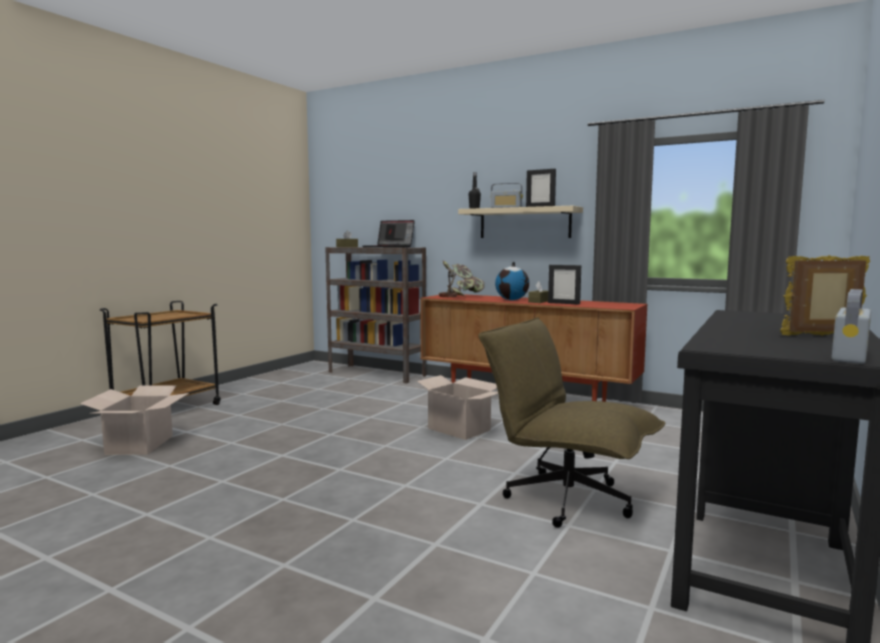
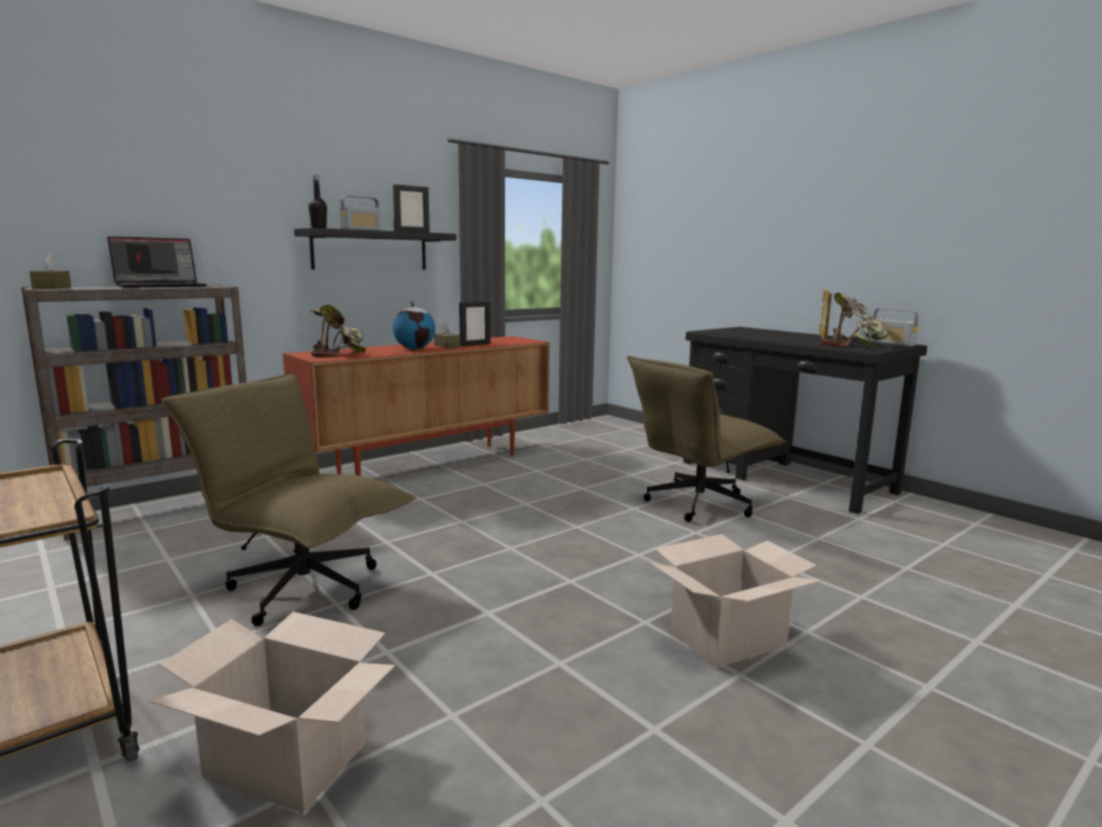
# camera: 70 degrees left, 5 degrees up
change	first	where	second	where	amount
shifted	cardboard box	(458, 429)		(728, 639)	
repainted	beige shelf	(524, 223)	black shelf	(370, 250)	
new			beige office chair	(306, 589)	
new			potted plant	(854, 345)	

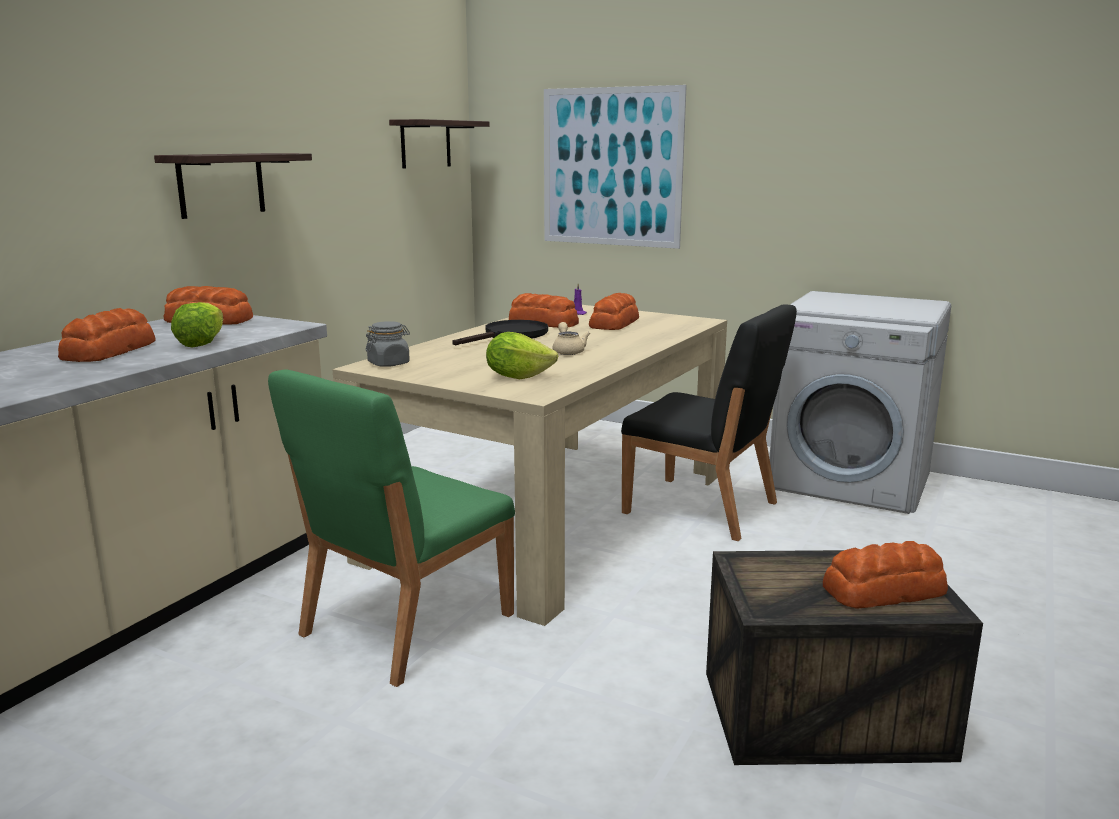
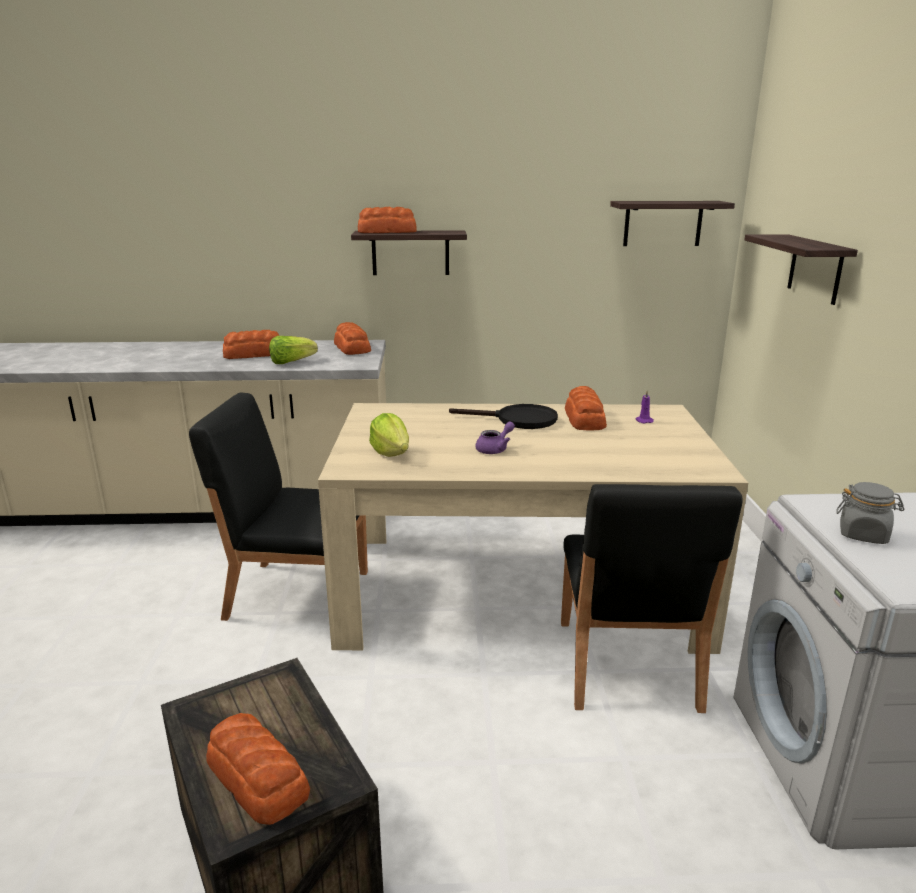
# camera: 60 degrees right, 5 degrees up
change	first	where	second	where	amount
repainted	green chair	(405, 625)	black chair	(296, 594)	
shifted	grey jar	(389, 363)		(863, 534)	
swapped	picture	(611, 167)	shelf	(815, 269)	
repainted	beige teapot	(568, 351)	purple teapot	(495, 449)	
shifted	bread	(615, 323)		(387, 232)	

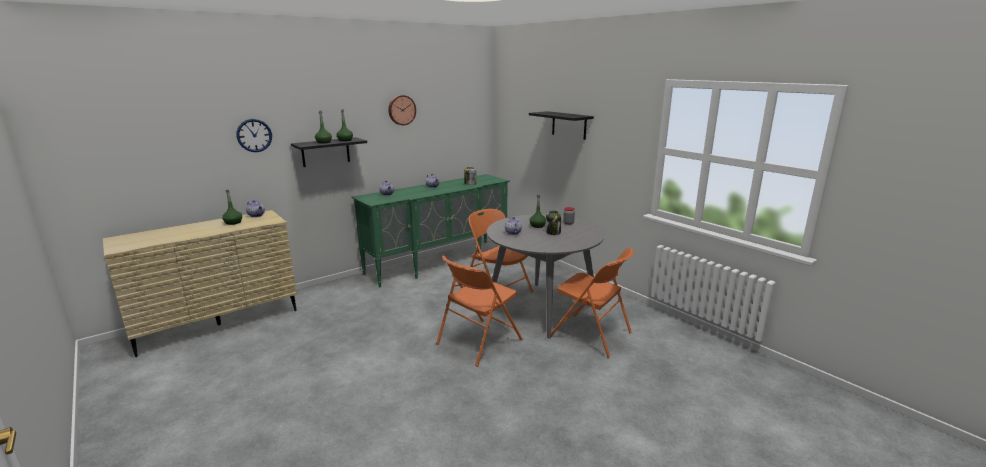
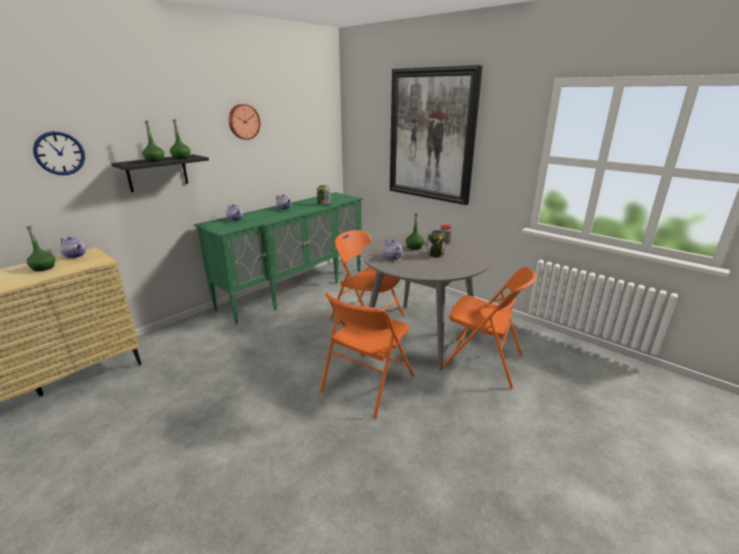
# camera: 10 degrees left, 5 degrees up
change	first	where	second	where	amount
swapped	black shelf	(569, 125)	picture	(431, 136)	

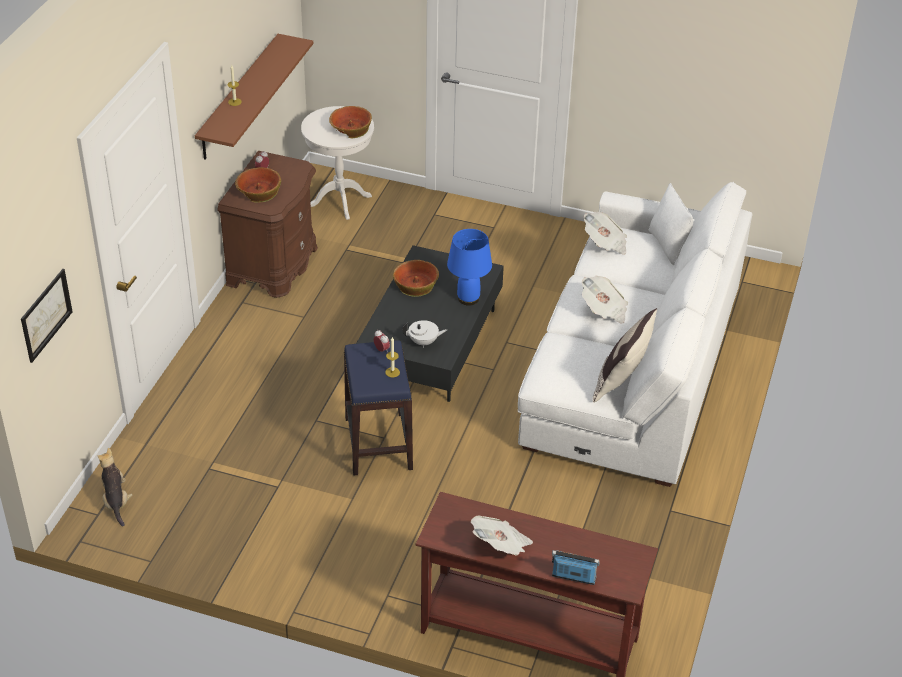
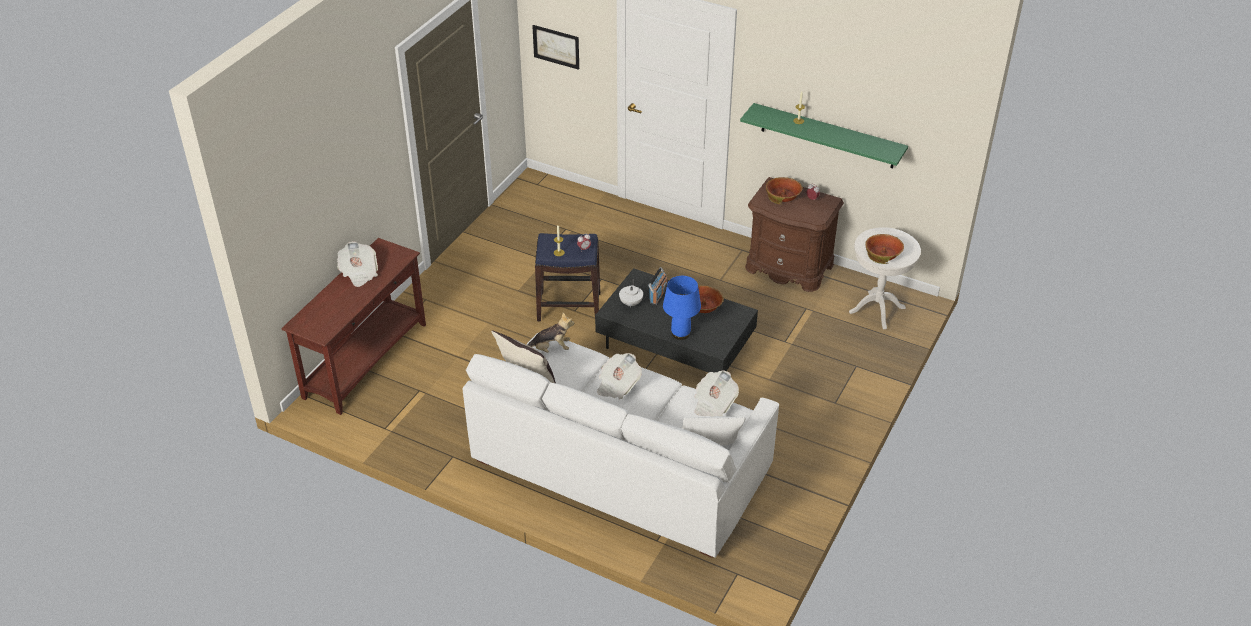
# camera: 100 degrees right, 0 degrees up
change	first	where	second	where	amount
shifted	plush toy	(116, 501)		(550, 349)	
repainted	brown shelf	(239, 97)	green shelf	(827, 136)	
shifted	radio	(573, 577)		(658, 296)	

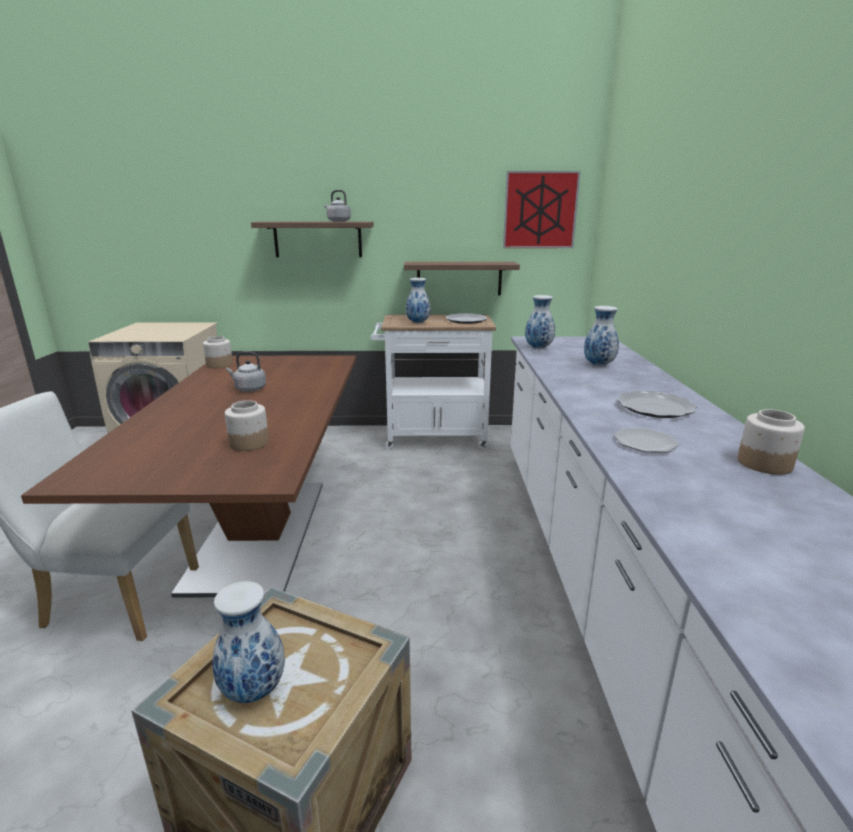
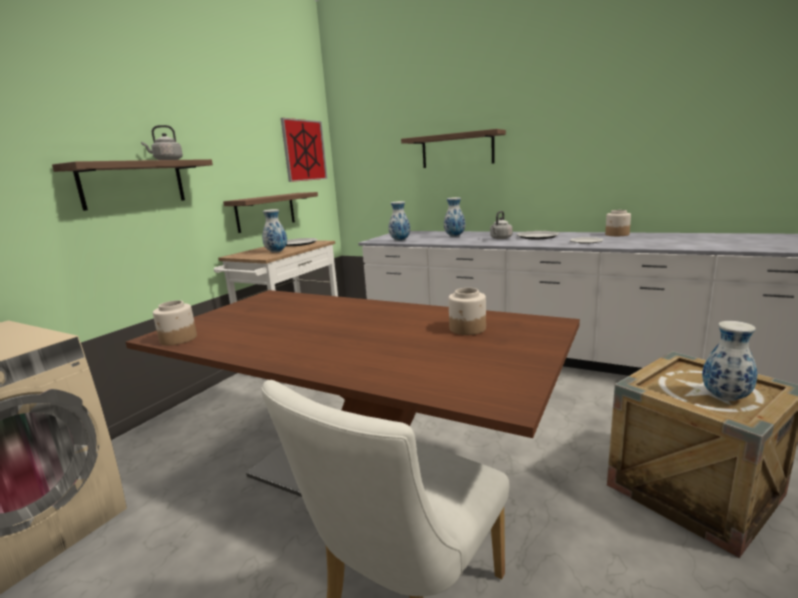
# camera: 60 degrees left, 5 degrees down
change	first	where	second	where	amount
shifted	grey kettle	(249, 389)		(500, 238)	
new			shelf	(457, 150)	

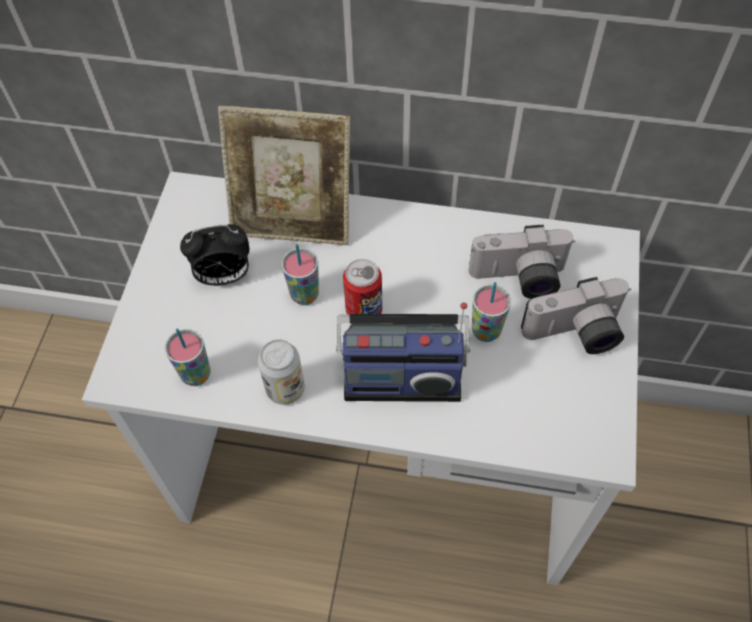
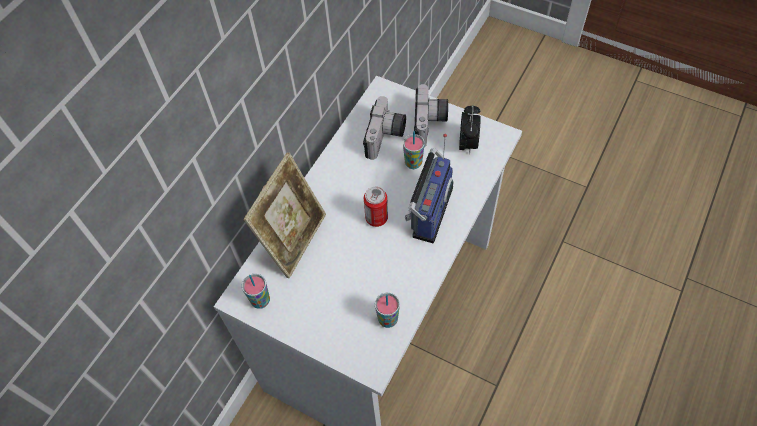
# camera: 70 degrees left, 0 degrees up
change	first	where	second	where	amount
shifted	alarm clock	(223, 276)		(468, 144)	
gone	can	(285, 389)			
shifted	cup	(304, 295)		(260, 301)	

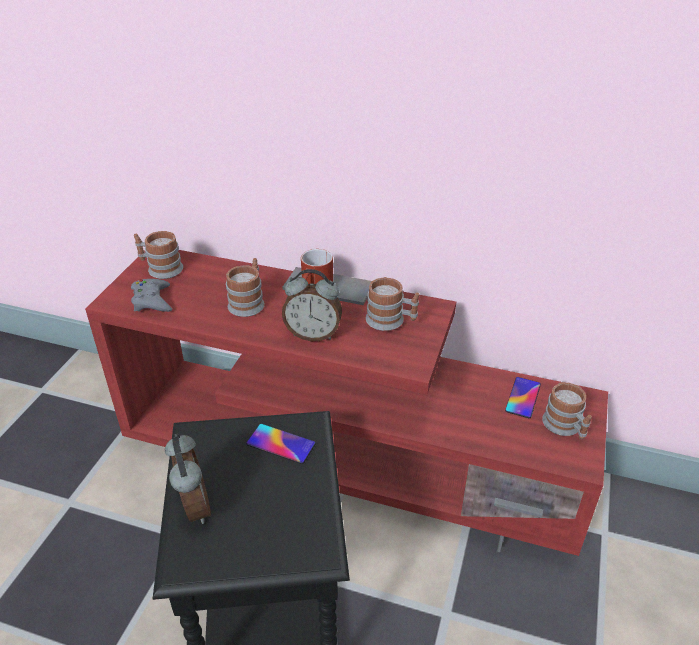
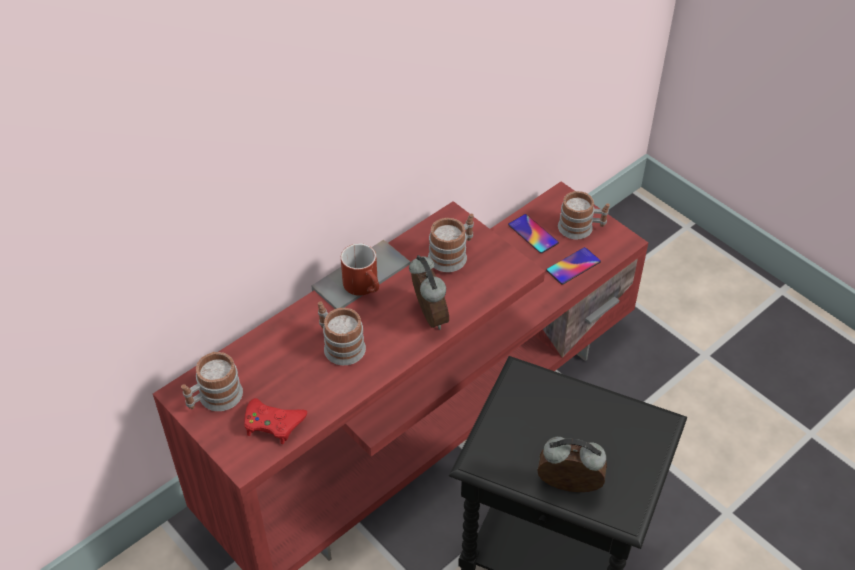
# camera: 60 degrees left, 10 degrees up
change	first	where	second	where	amount
repainted	grey game controller	(152, 300)	red game controller	(273, 423)	
shifted	phone	(281, 444)		(573, 266)	
rotated	alarm clock	(313, 334)		(428, 317)	60 degrees counterclockwise

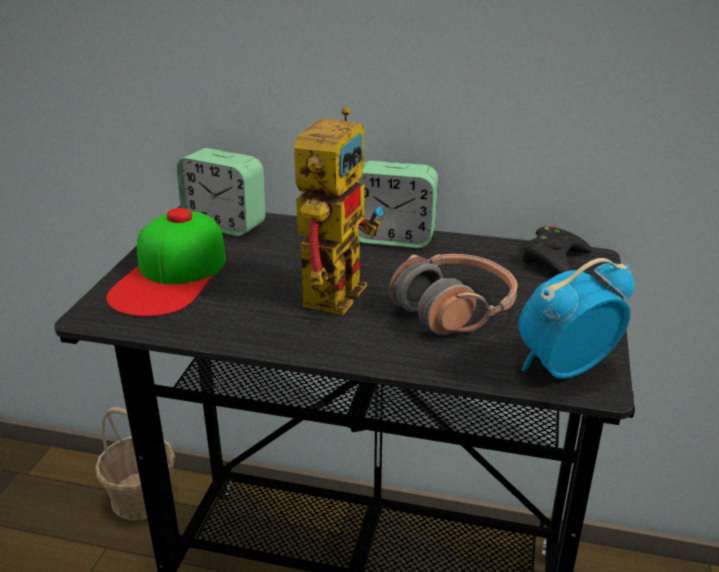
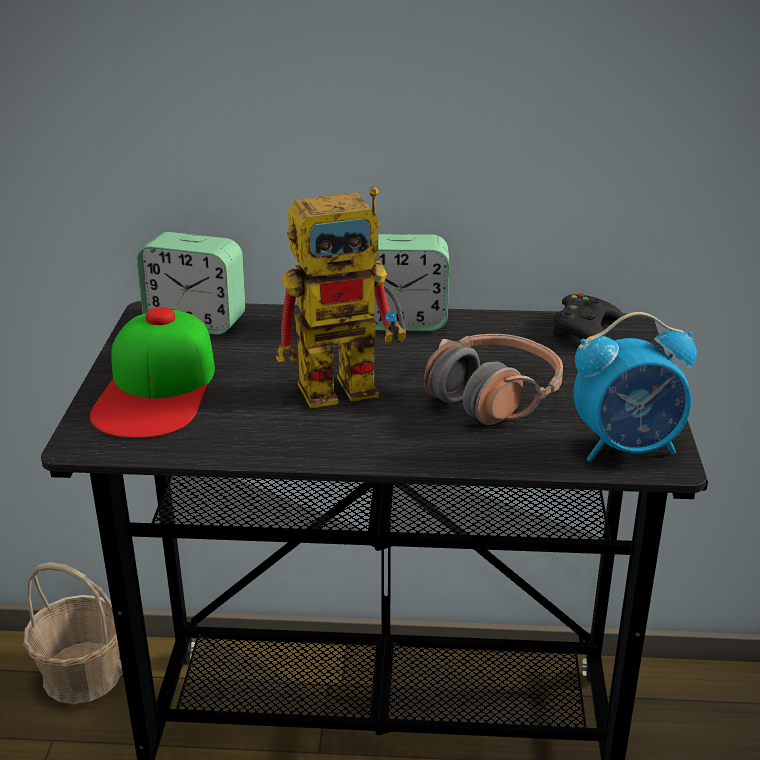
# camera: 10 degrees left, 0 degrees up
change	first	where	second	where	amount
rotated	toy robot	(334, 286)		(353, 383)	60 degrees clockwise
rotated	alarm clock	(563, 368)		(627, 447)	150 degrees counterclockwise

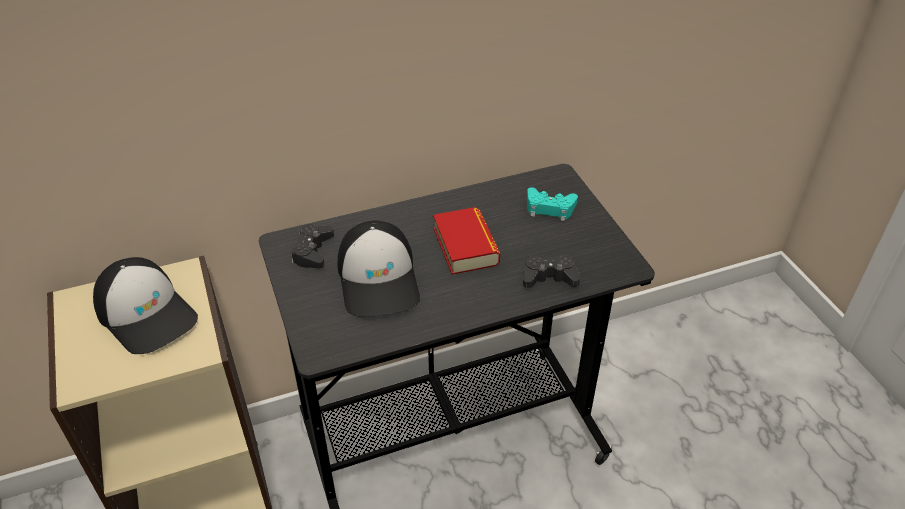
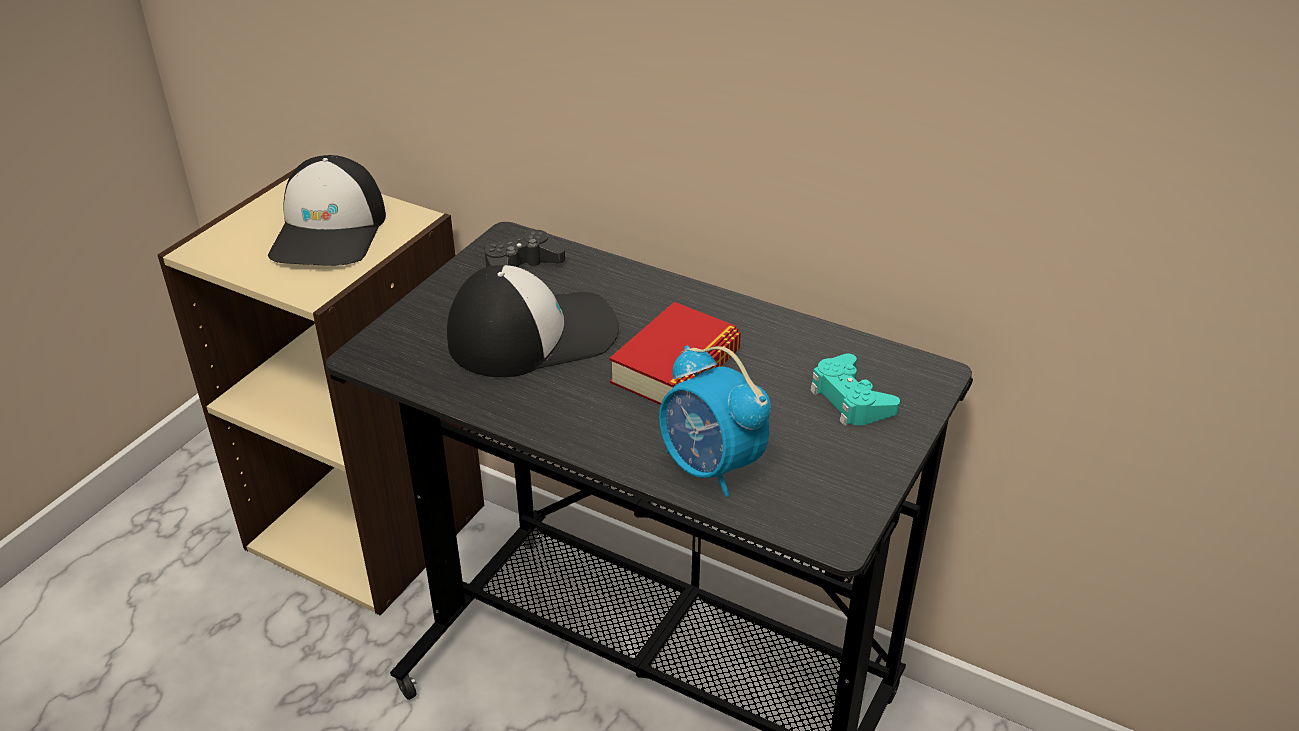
# camera: 50 degrees right, 5 degrees down
change	first	where	second	where	amount
rotated	cap	(379, 279)		(533, 334)	150 degrees counterclockwise
swapped	black game controller	(549, 277)	alarm clock	(710, 467)	

